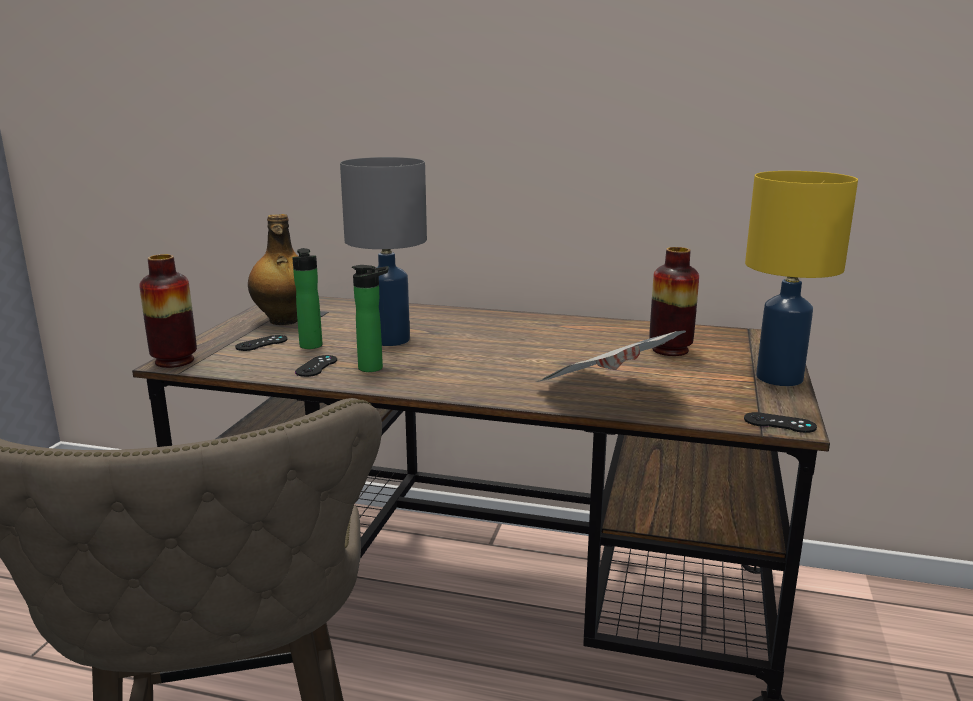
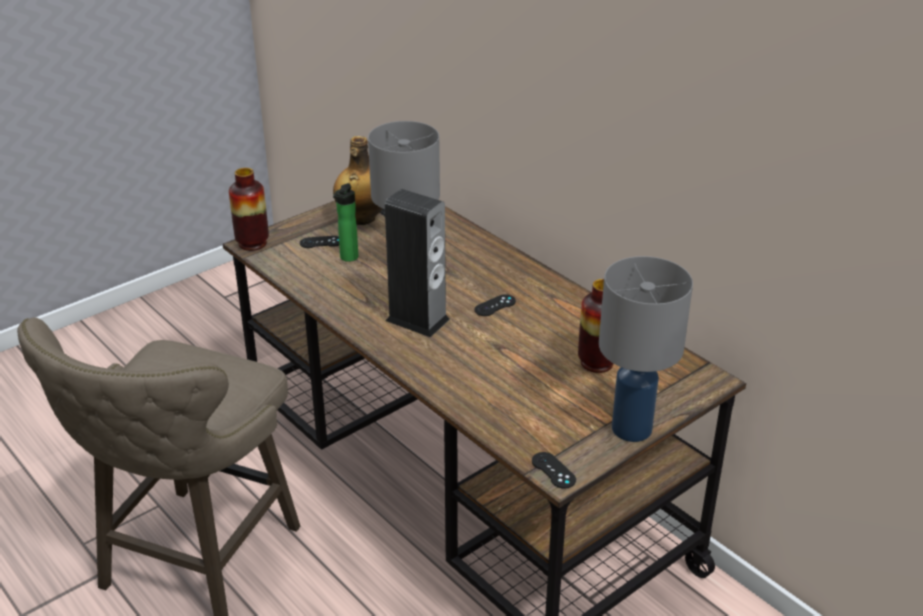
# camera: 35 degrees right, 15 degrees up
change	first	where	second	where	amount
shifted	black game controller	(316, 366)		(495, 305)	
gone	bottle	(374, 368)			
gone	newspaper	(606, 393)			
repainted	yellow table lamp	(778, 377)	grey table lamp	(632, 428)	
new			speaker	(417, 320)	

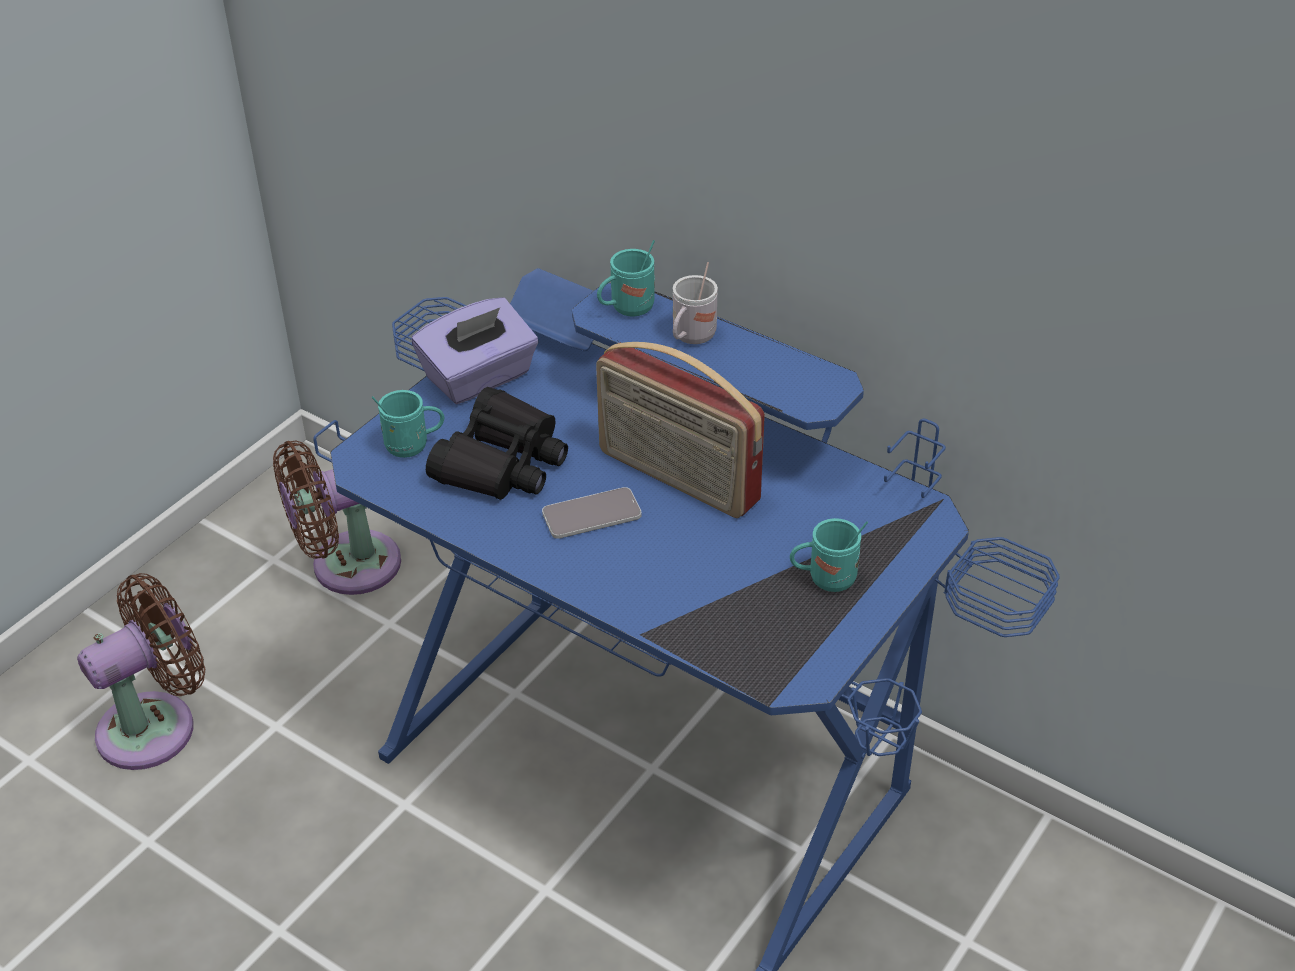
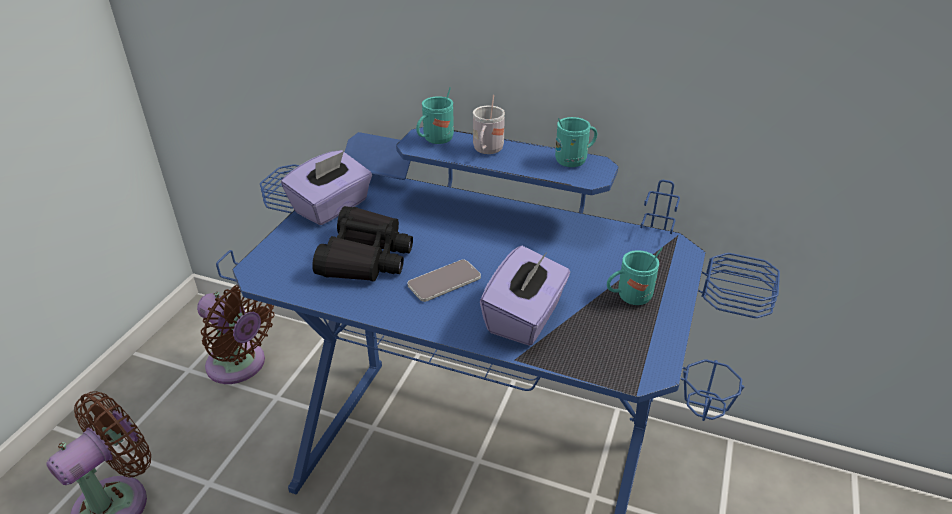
# camera: 15 degrees left, 5 degrees down
change	first	where	second	where	amount
rotated	brown fan	(347, 566)		(240, 366)	105 degrees counterclockwise
shifted	turquoise mug	(413, 446)		(574, 160)	
gone	radio	(676, 478)			
new			purple tissue box	(525, 317)	

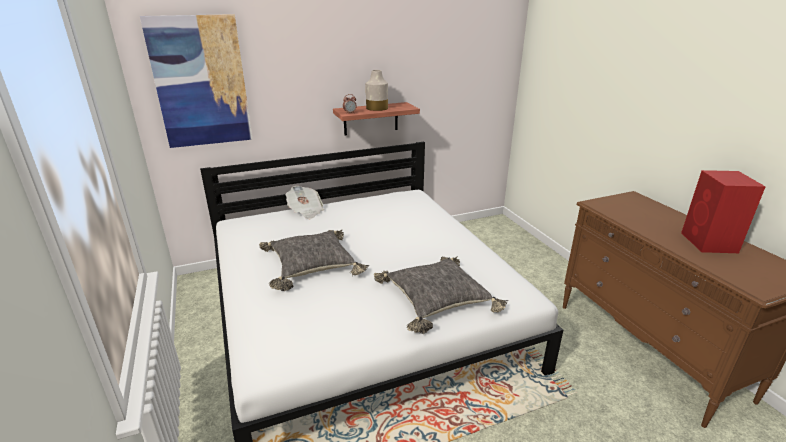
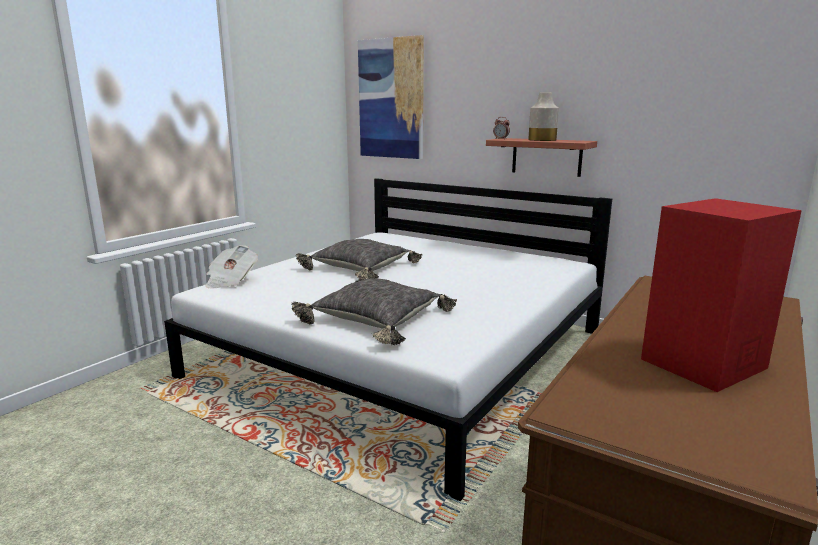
# camera: 55 degrees right, 10 degrees down
change	first	where	second	where	amount
shifted	newspaper	(305, 211)		(231, 281)	

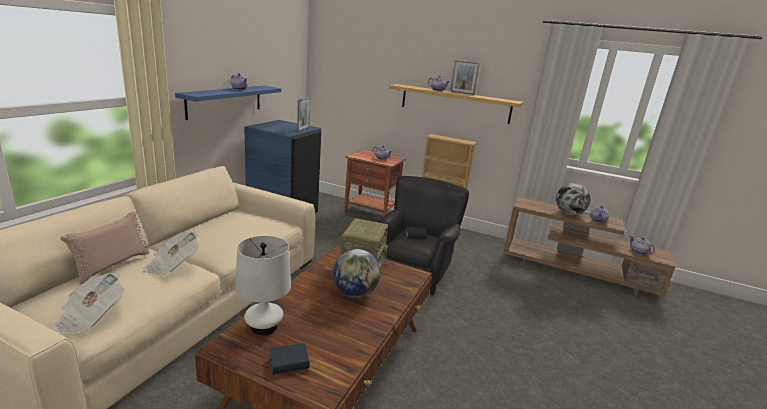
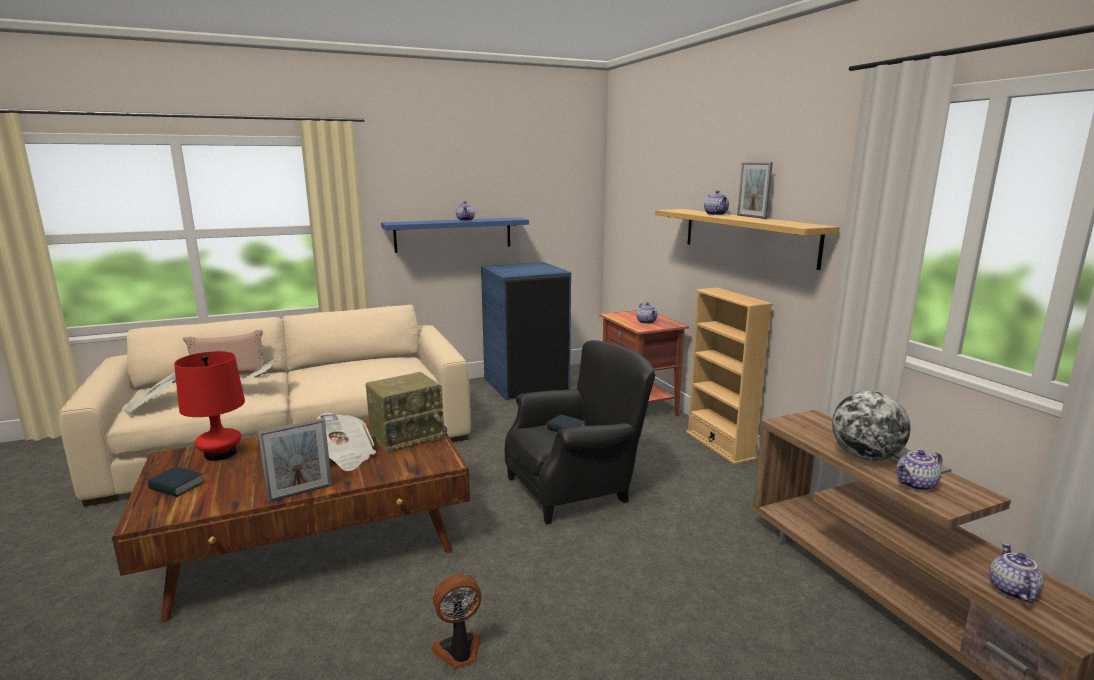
# camera: 45 degrees right, 5 degrees down
change	first	where	second	where	amount
repainted	white table lamp	(264, 327)	red table lamp	(220, 454)	
shifted	picture frame	(303, 129)		(300, 493)	
swapped	globe	(355, 293)	newspaper	(343, 457)	
new			fan	(459, 651)	

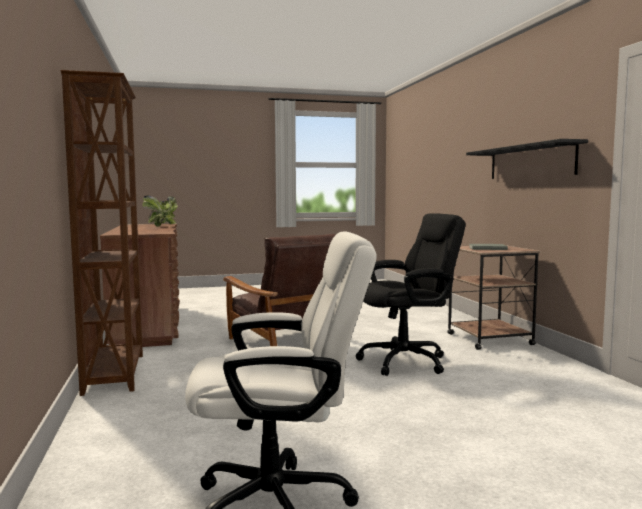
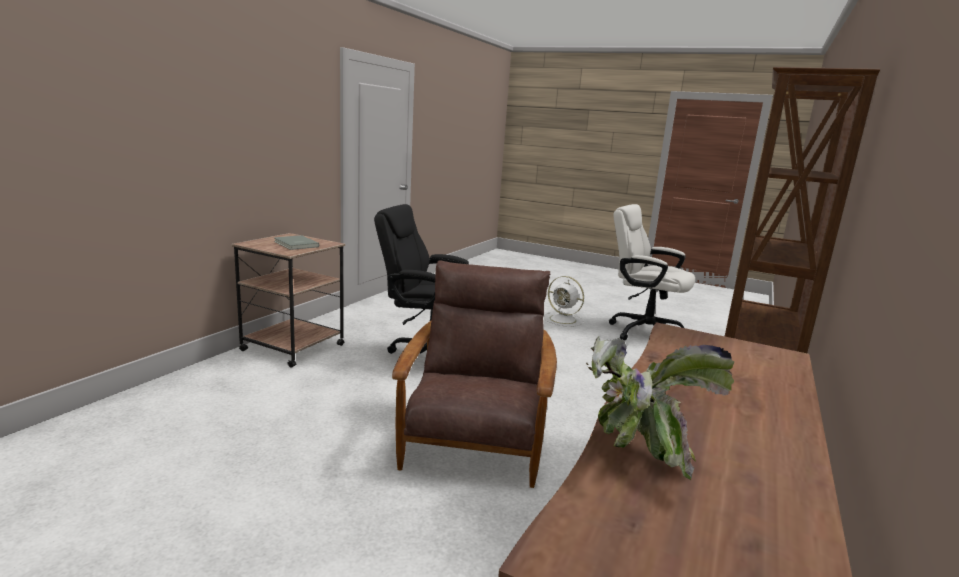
# camera: 140 degrees left, 10 degrees up
change	first	where	second	where	amount
gone	black shelf	(530, 162)			
new			white fan	(564, 320)	

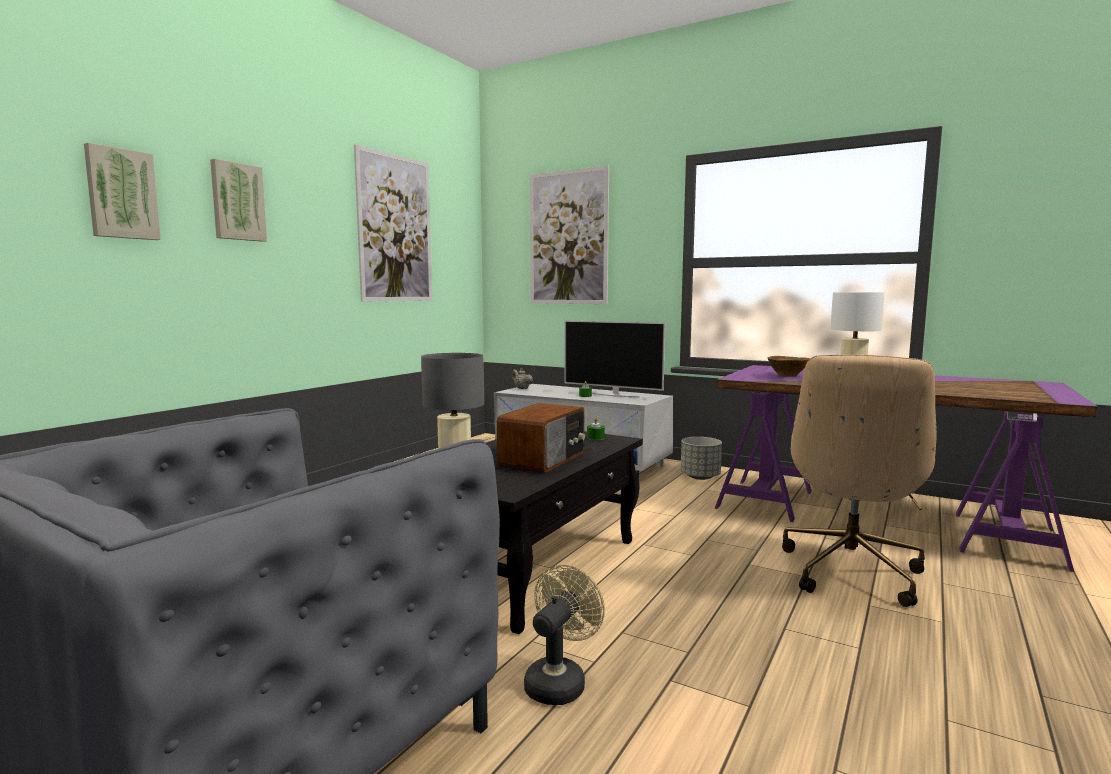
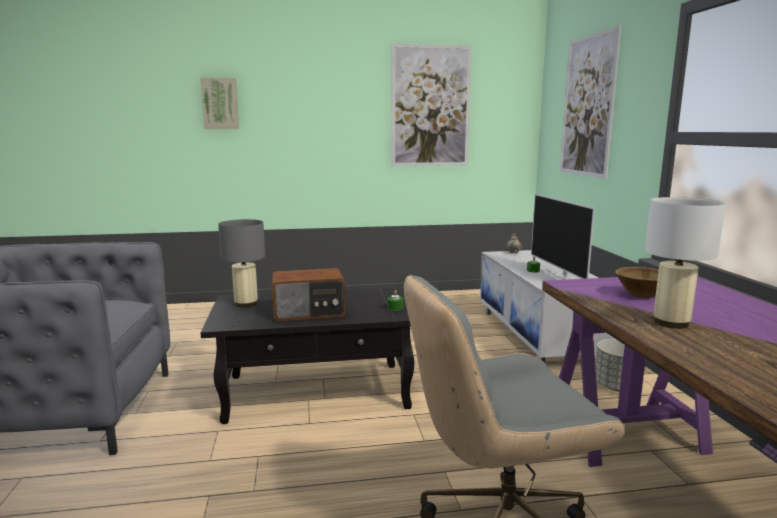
# camera: 50 degrees right, 5 degrees up
change	first	where	second	where	amount
gone	picture	(237, 202)			
gone	beige fan	(559, 681)			

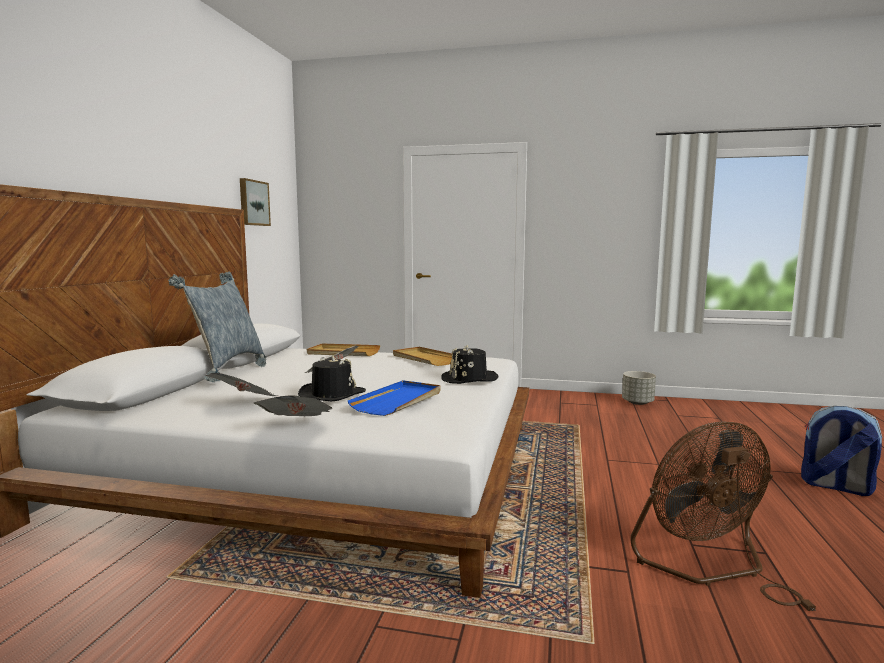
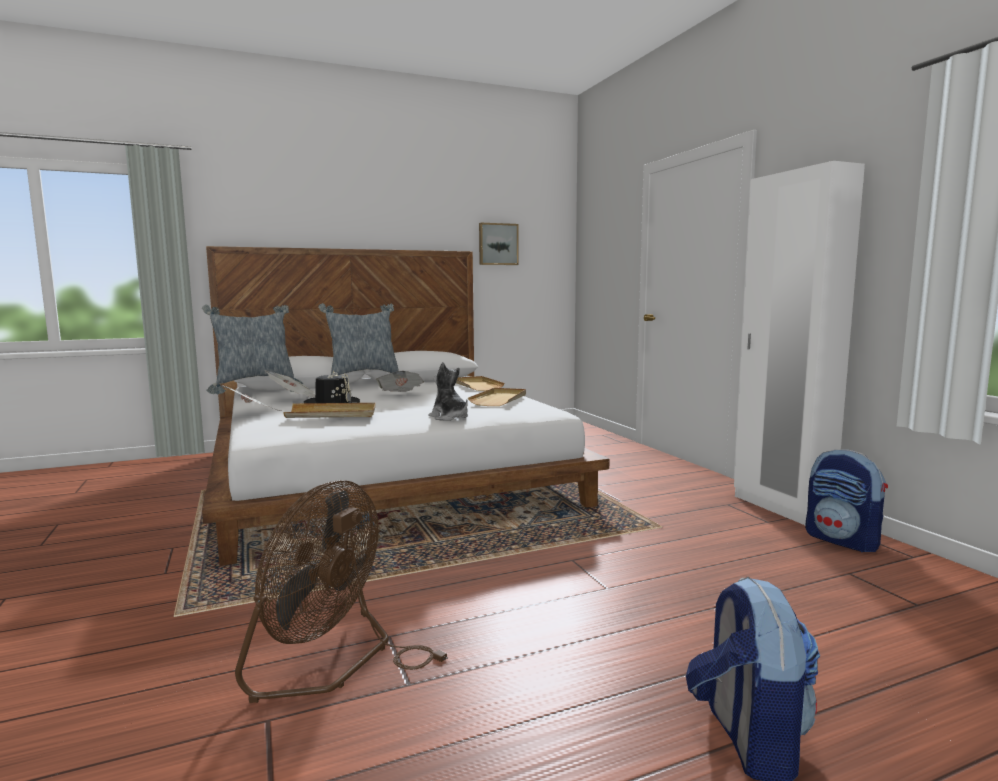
# camera: 55 degrees right, 0 degrees up
change	first	where	second	where	amount
repainted	blue tray	(398, 401)	beige tray	(332, 414)	
swapped	black hat	(469, 379)	plush toy	(449, 417)	
swapped	grey planter	(637, 402)	backpack	(843, 540)	
rotated	brown fan	(719, 567)		(346, 657)	105 degrees counterclockwise
new			pillow	(254, 392)	
new			white wardrobe	(780, 508)	

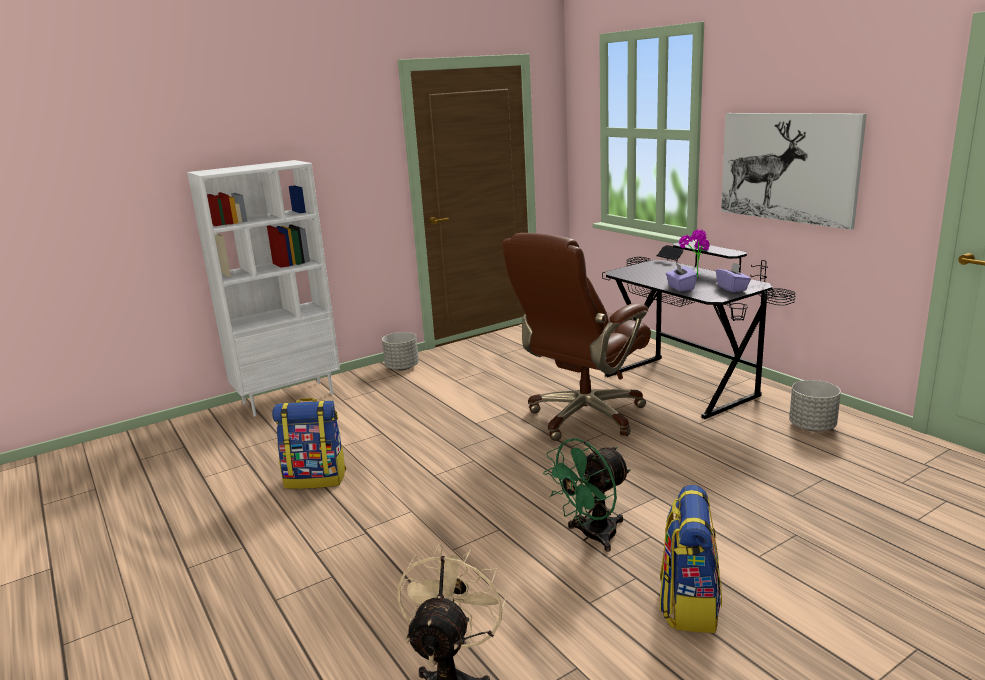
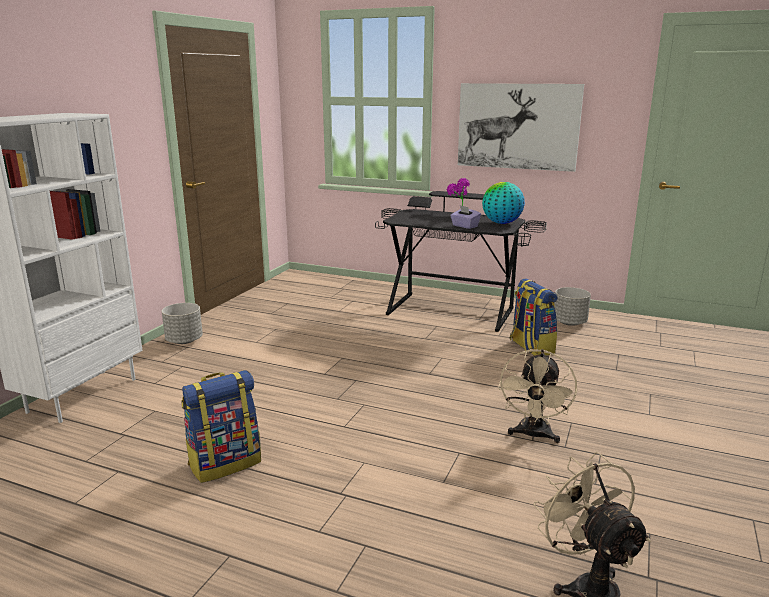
# camera: 35 degrees left, 0 degrees up
change	first	where	second	where	amount
gone	brown office chair	(582, 418)			
repainted	green fan	(591, 536)	beige fan	(533, 435)	
shifted	backpack	(688, 604)		(530, 347)	
swapped	purple tissue box	(732, 288)	globe	(501, 223)	

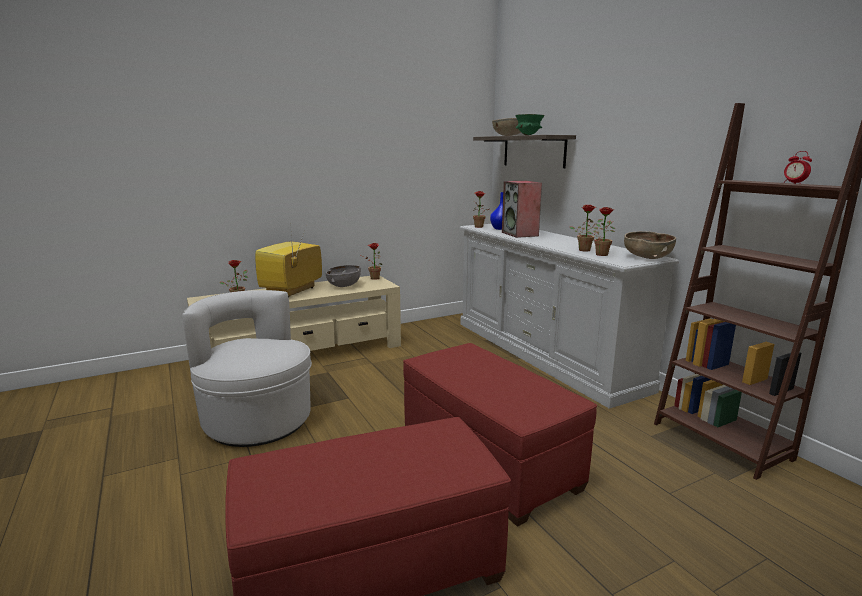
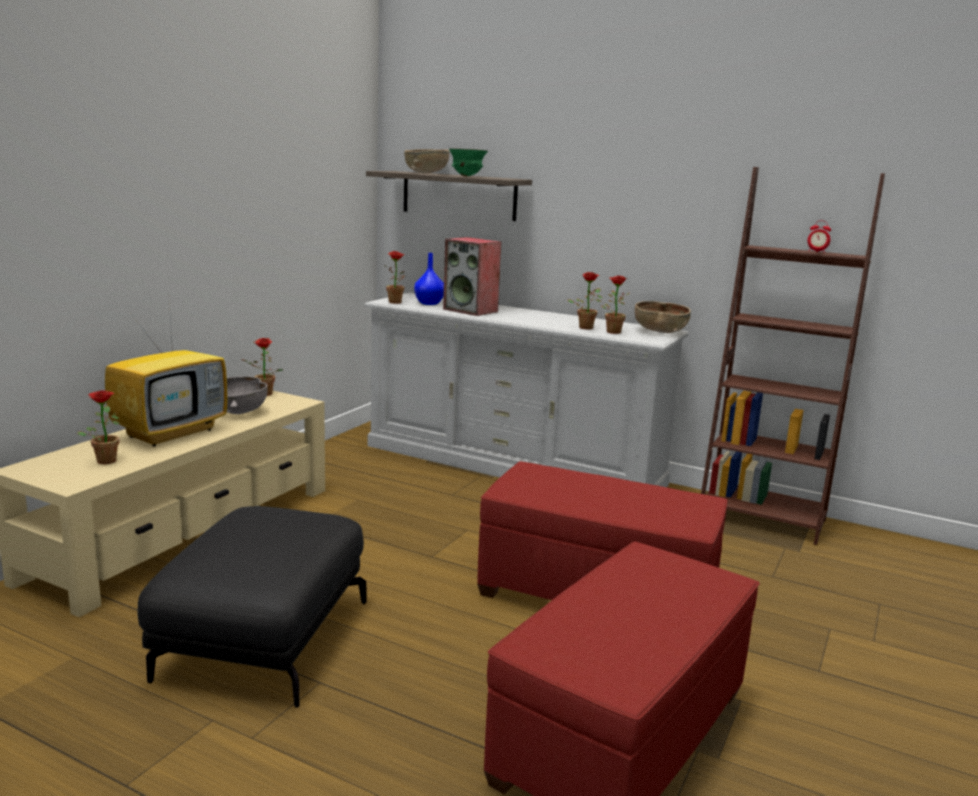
# camera: 35 degrees left, 0 degrees up
change	first	where	second	where	amount
swapped	white armchair	(258, 421)	black ottoman	(263, 638)	
rotated	television	(292, 292)		(171, 432)	135 degrees counterclockwise

